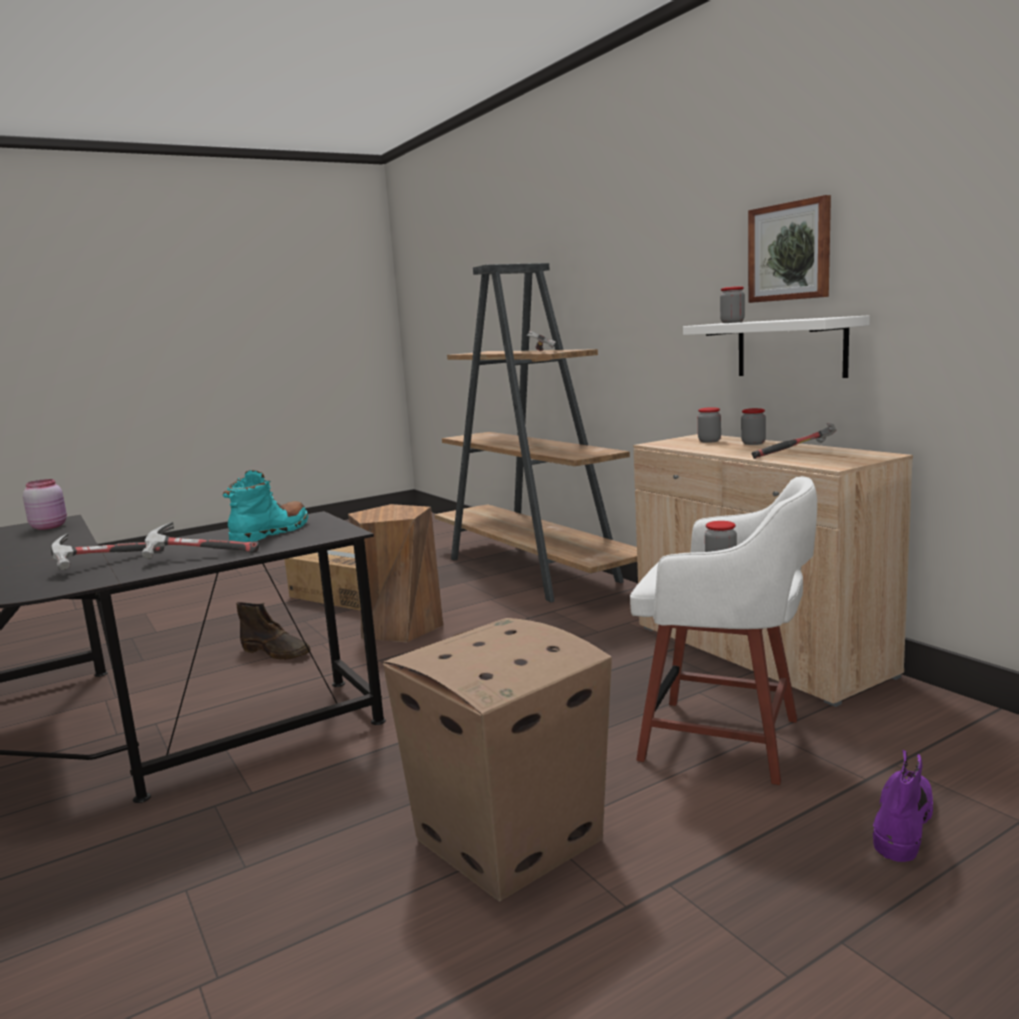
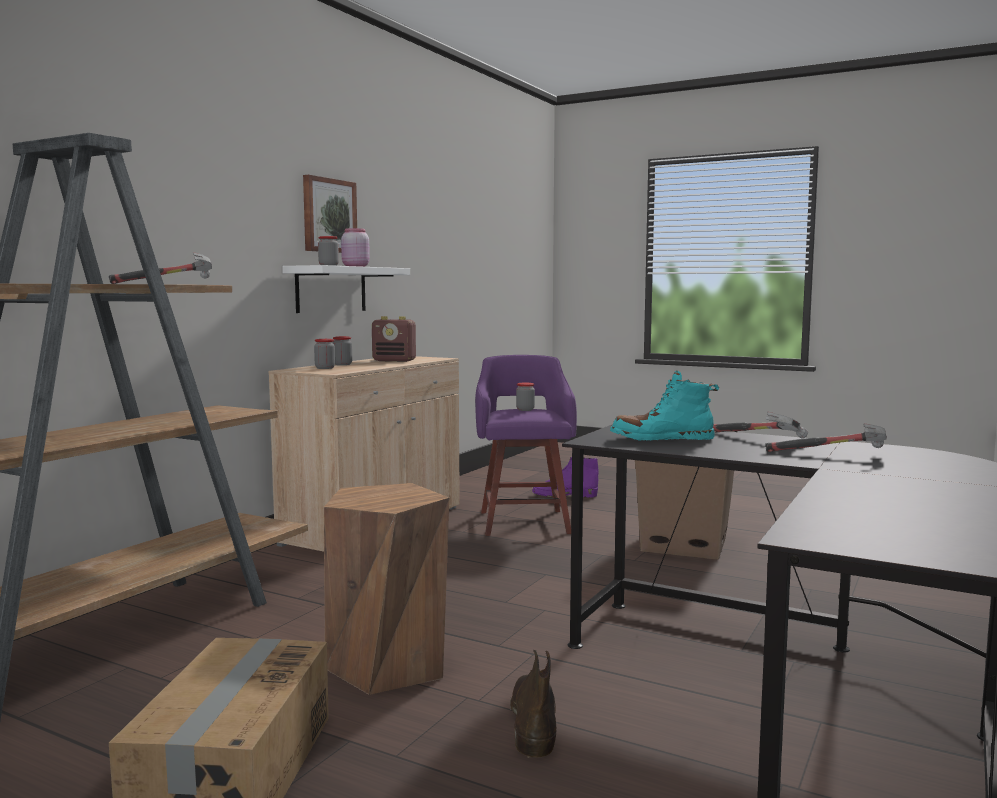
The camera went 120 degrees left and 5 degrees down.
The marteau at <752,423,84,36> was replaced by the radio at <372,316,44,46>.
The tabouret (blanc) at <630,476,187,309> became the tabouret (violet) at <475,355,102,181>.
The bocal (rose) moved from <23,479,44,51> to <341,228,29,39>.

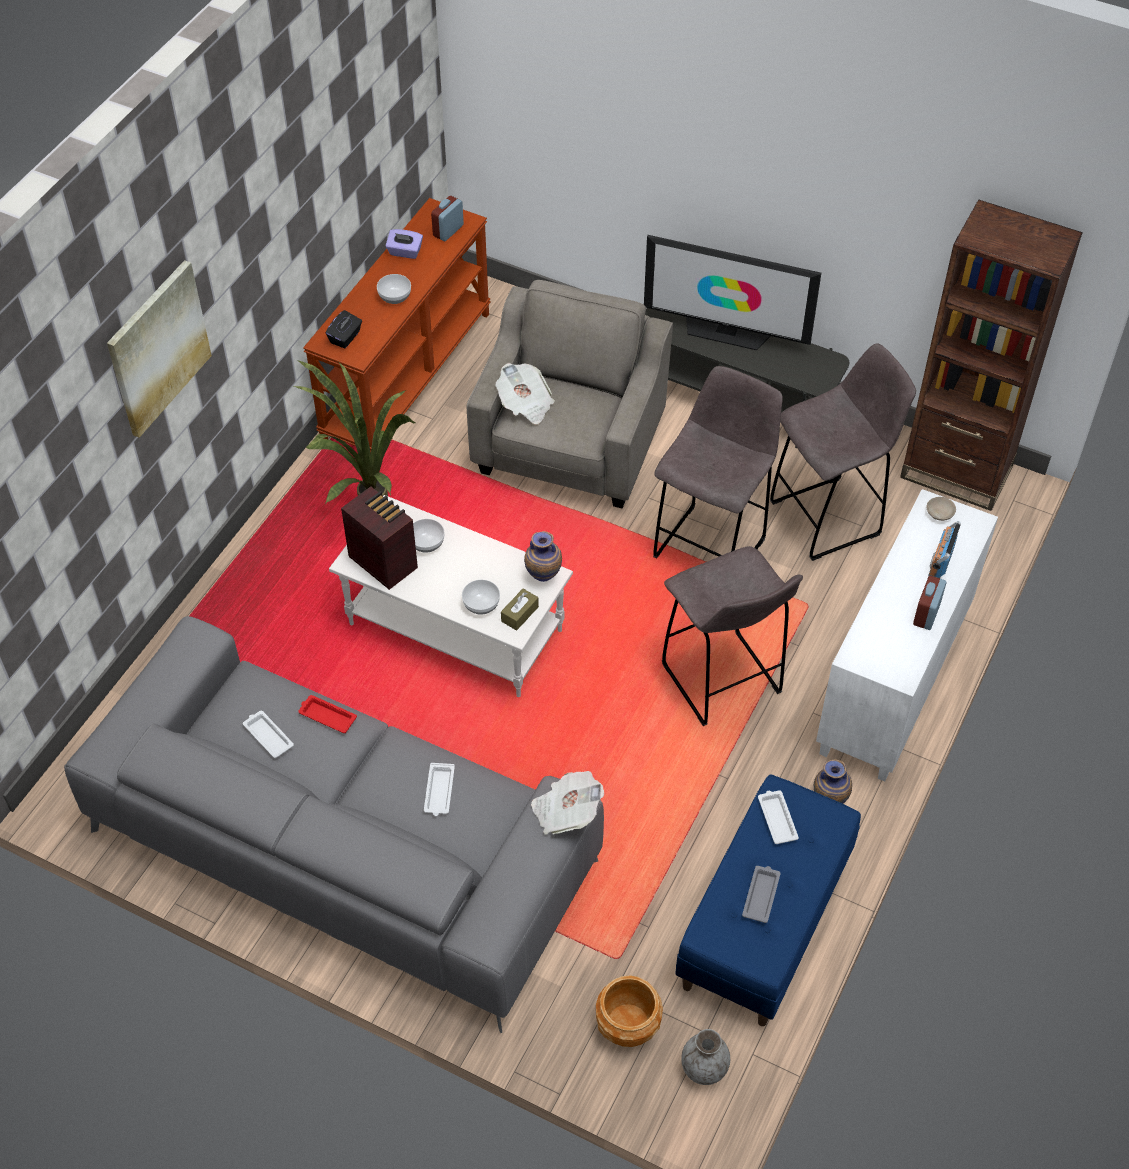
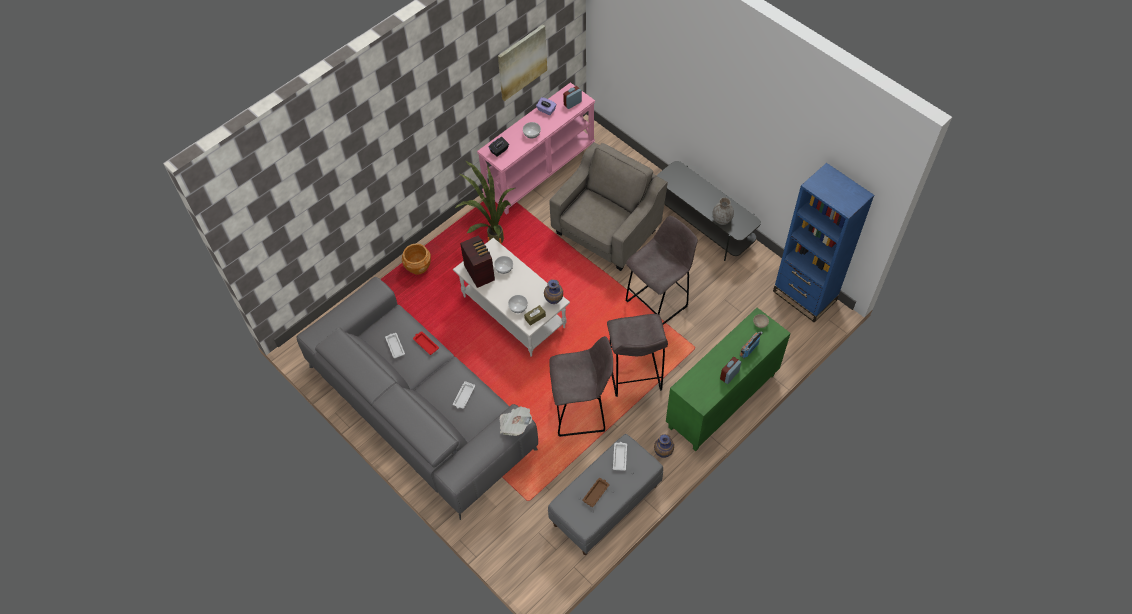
The camera went 20 degrees right and 5 degrees up.
The table console (marron) at <303,198,188,254> became the table console (rose) at <477,82,118,133>.
The bibliothèque (marron) at <900,199,183,312> became the bibliothèque (bleu) at <773,163,101,159>.
The téléviseur at <644,235,177,115> disappeared.
The tableau moved from <107,260,105,178> to <498,24,49,77>.
The tabouret (gris) moved from <770,343,146,218> to <549,336,64,101>.
The journal at <496,363,59,61> disappeared.
The meuble de rangement (blanc) at <816,489,182,292> became the meuble de rangement (vert) at <666,308,125,143>.
The banc (bleu) at <675,774,186,252> became the banc (gris) at <548,434,115,121>.
The plateau (gris) at <742,866,38,57> became the plateau (marron) at <582,478,27,29>.
The cache-pot (marron) moved from <596,975,67,72> to <402,244,29,31>.
The vase (gris) moved from <681,1029,49,56> to <712,197,22,28>.

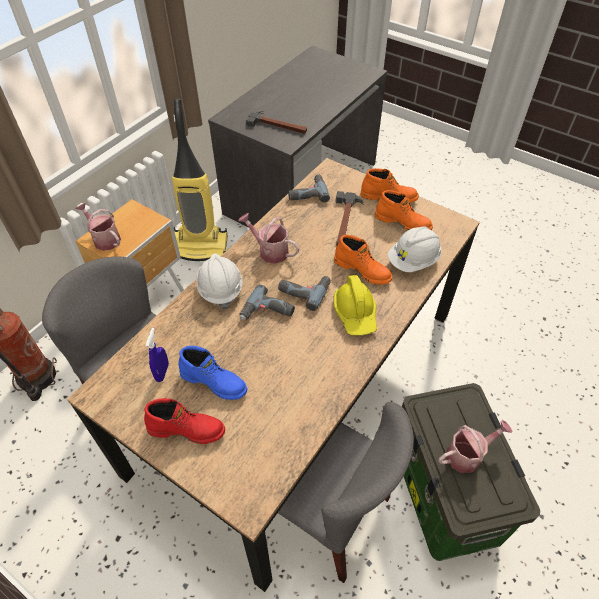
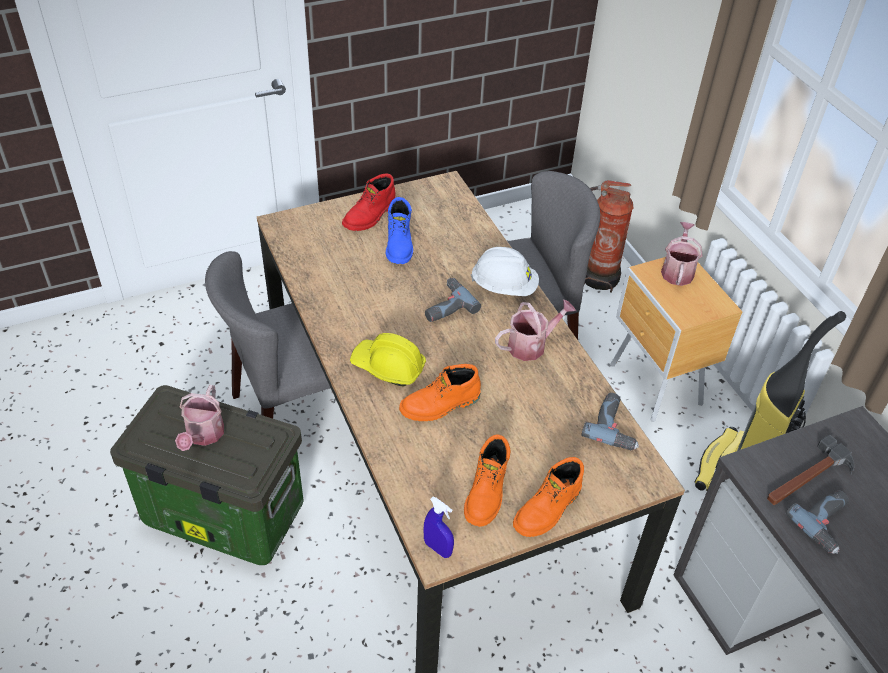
The camera went 120 degrees right and 5 degrees down.
The botte (orange) at <375,190,58,40> turned 45 degrees counterclockwise.
The marteau at <336,191,28,54> disappeared.
The arrosoir at <75,203,46,48> turned 60 degrees counterclockwise.
The casque de chantier (blanc) at <388,227,54,45> disappeared.
The perceuse moved from <278,276,53,35> to <786,491,63,63>.
The vaporisateur (bleu) moved from <145,328,24,54> to <423,497,31,61>.
The botte (bleu) at <179,346,68,54> turned 60 degrees counterclockwise.

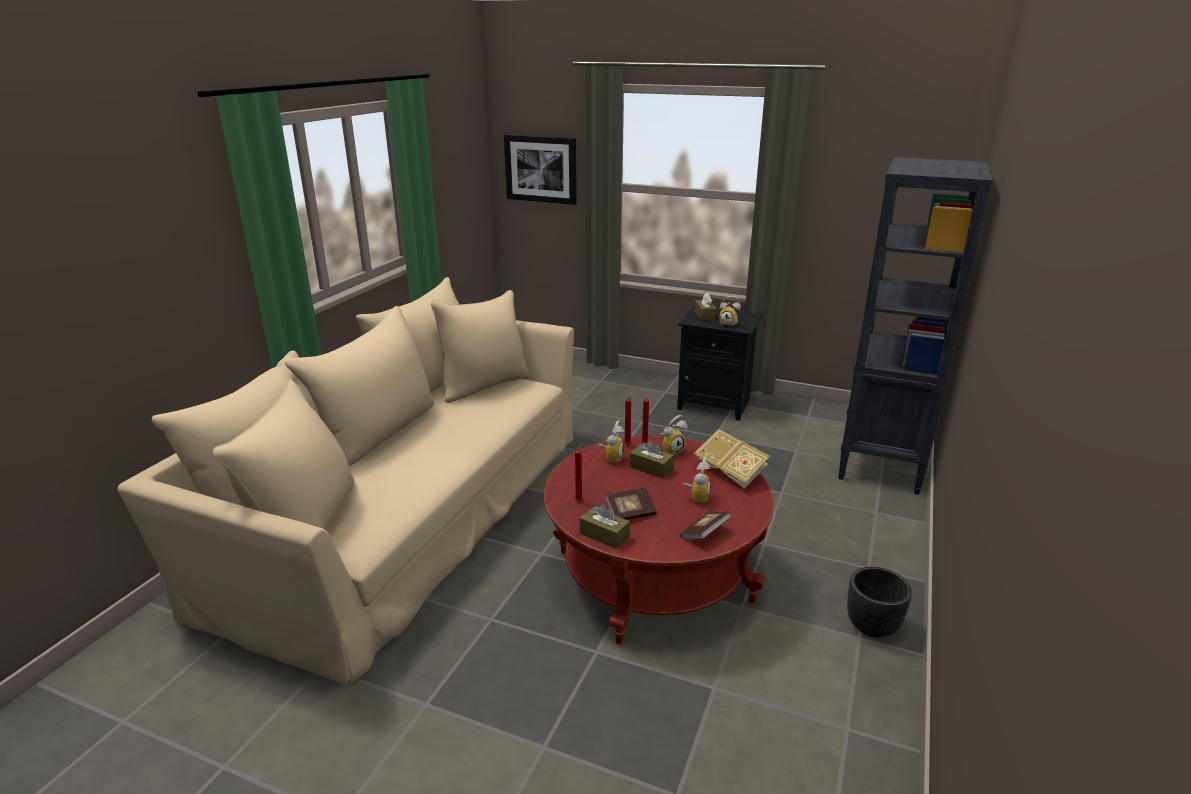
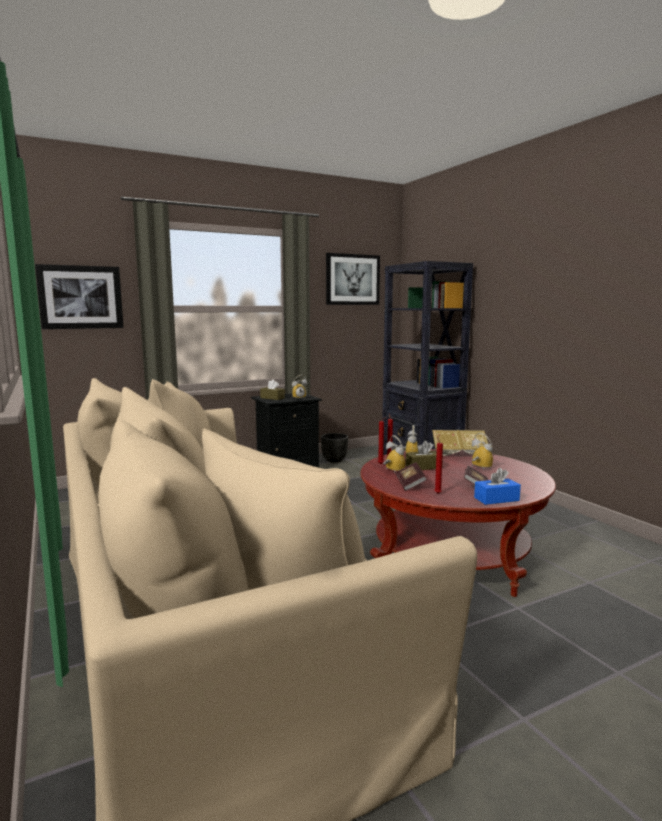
The camera went 50 degrees left and 15 degrees down.
The boîte à mouchoirs (marron) at <580,504,50,45> became the boîte à mouchoirs (bleu) at <474,468,47,37>.
The livre moved from <680,511,52,29> to <396,462,31,29>.
The cache-pot (noir) moved from <847,566,65,72> to <321,433,27,30>.
The tableau at <326,253,54,52> appeared.

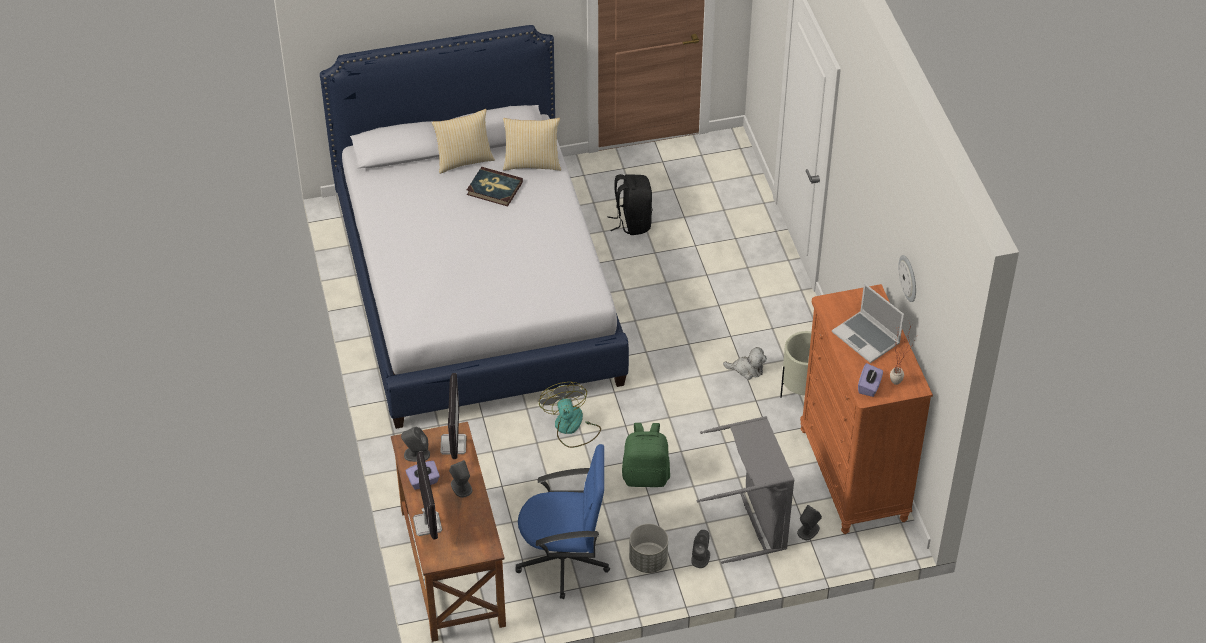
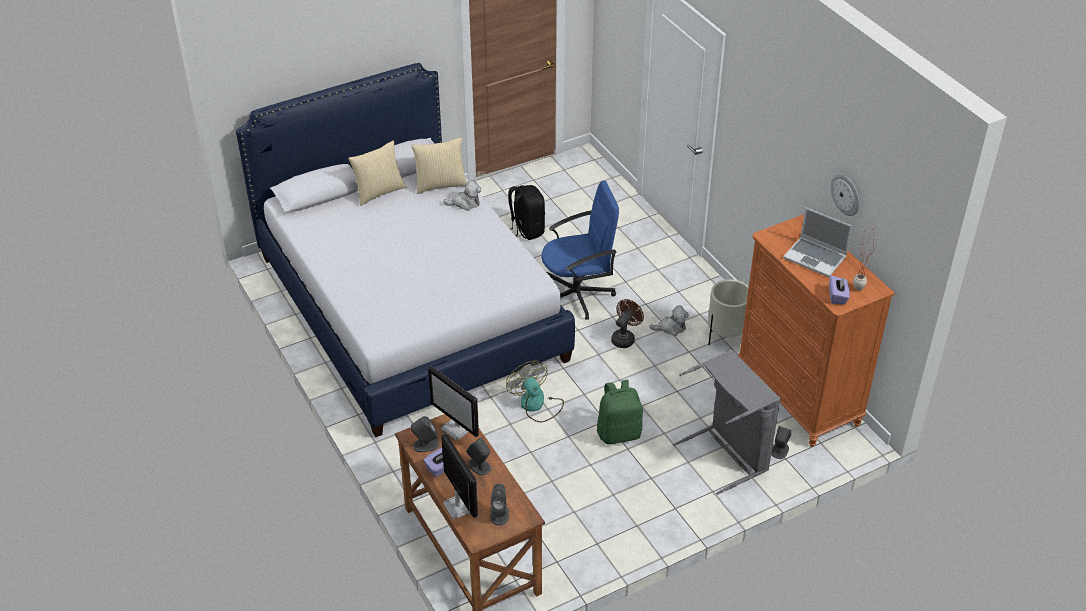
The camera went 15 degrees left and 5 degrees down.
The livre at <467,167,56,40> disappeared.
The écran d'ordinateur at <440,373,27,86> turned 150 degrees clockwise.
The chaise de bureau (bleu) moved from <515,444,95,155> to <541,181,78,139>.
The cache-pot (gris) at <629,524,39,49> disappeared.
The enceinte (gris) moved from <691,530,19,38> to <490,484,19,41>.
The peluche at <443,180,39,31> appeared.
The ventilateur (marron) at <611,299,33,49> appeared.

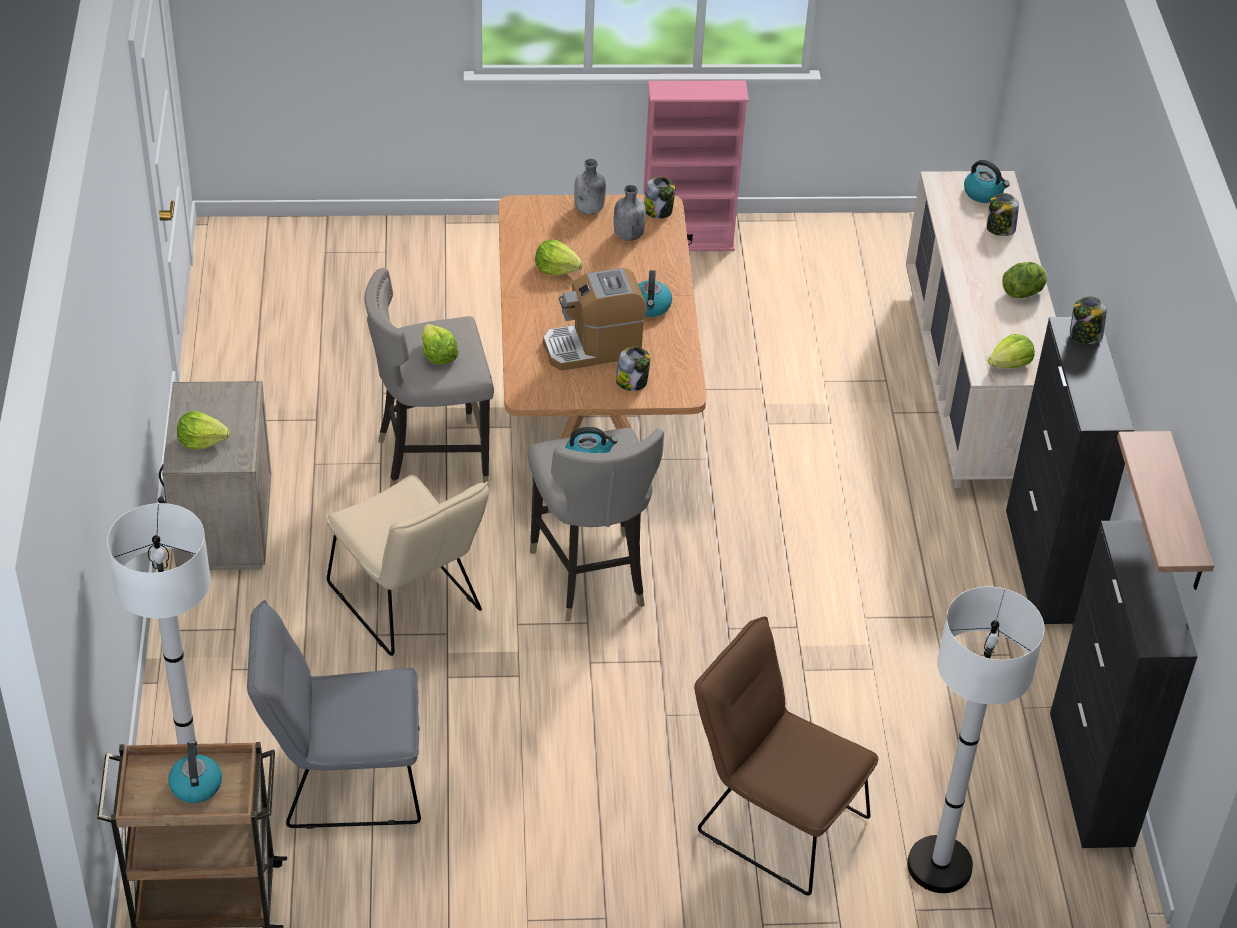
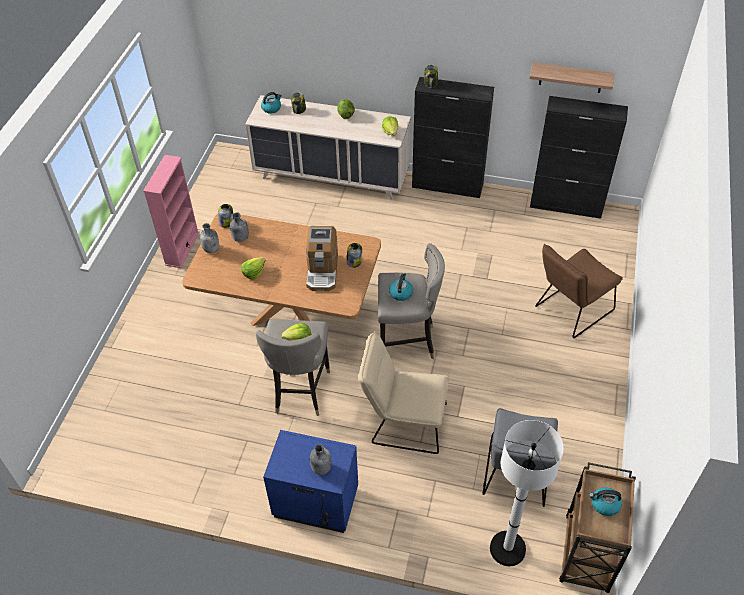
The camera went 70 degrees left and 5 degrees up.
The bouilloire at <638,270,34,47> disappeared.
The table de chevet (beige) at <158,381,113,189> became the table de chevet (bleu) at <263,430,95,103>.
The laitue at <177,411,53,38> was replaced by the bouteille (gris) at <310,444,22,31>.
The chaise (beige) at <325,475,164,181> turned 150 degrees counterclockwise.
The lampadaire (blanc) at <907,586,138,307> disappeared.

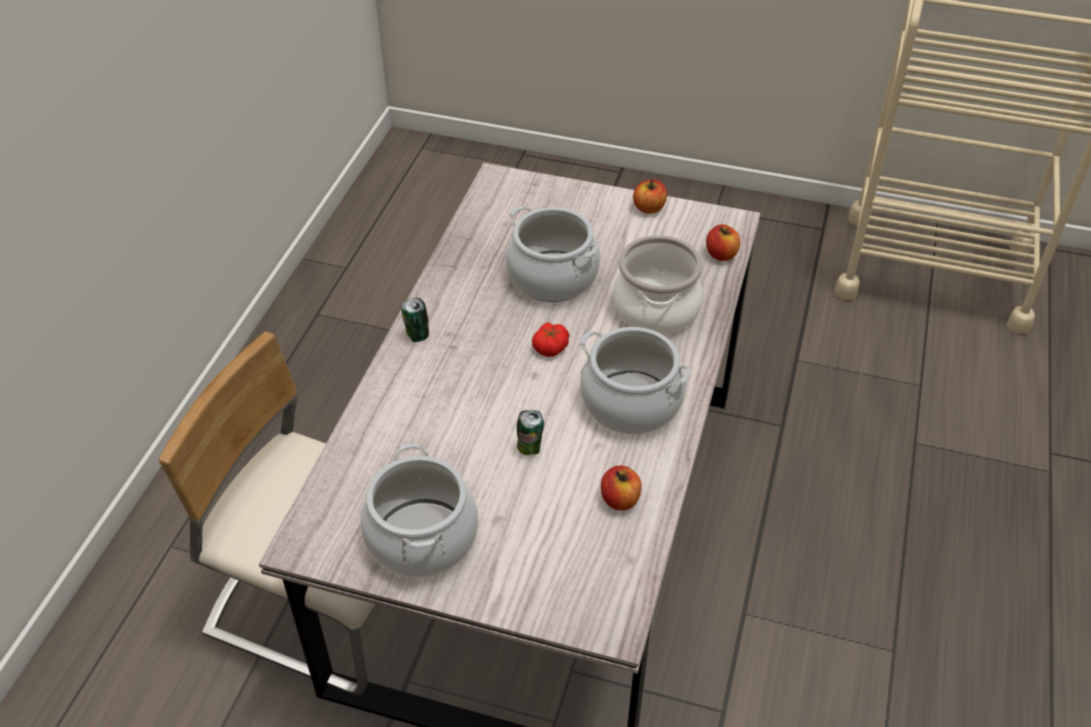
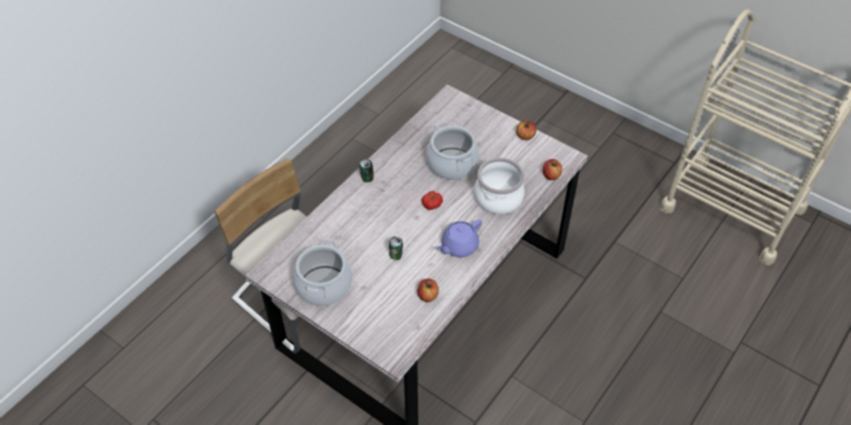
The camera went 20 degrees right and 5 degrees up.
The marmite at <580,327,111,107> was replaced by the théière (violet) at <436,220,46,37>.

